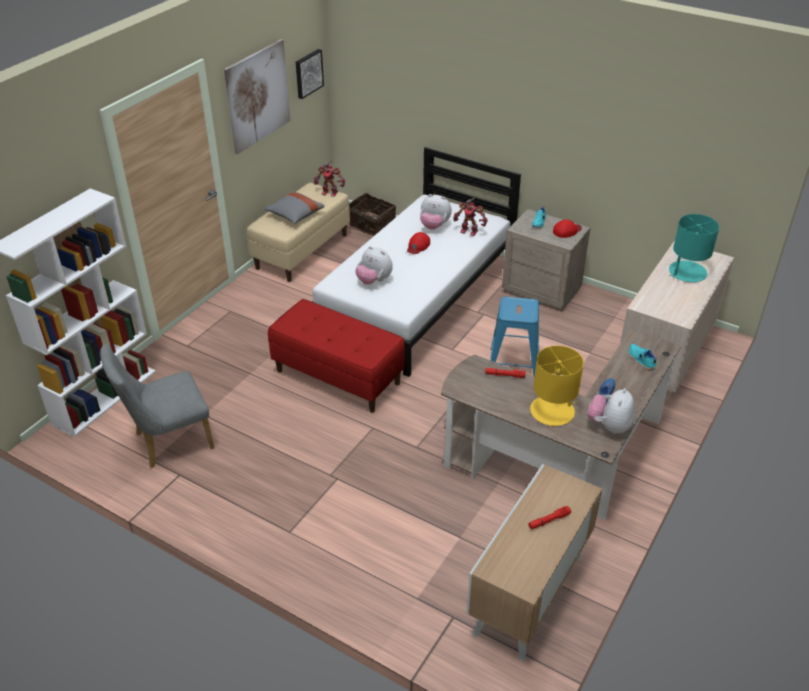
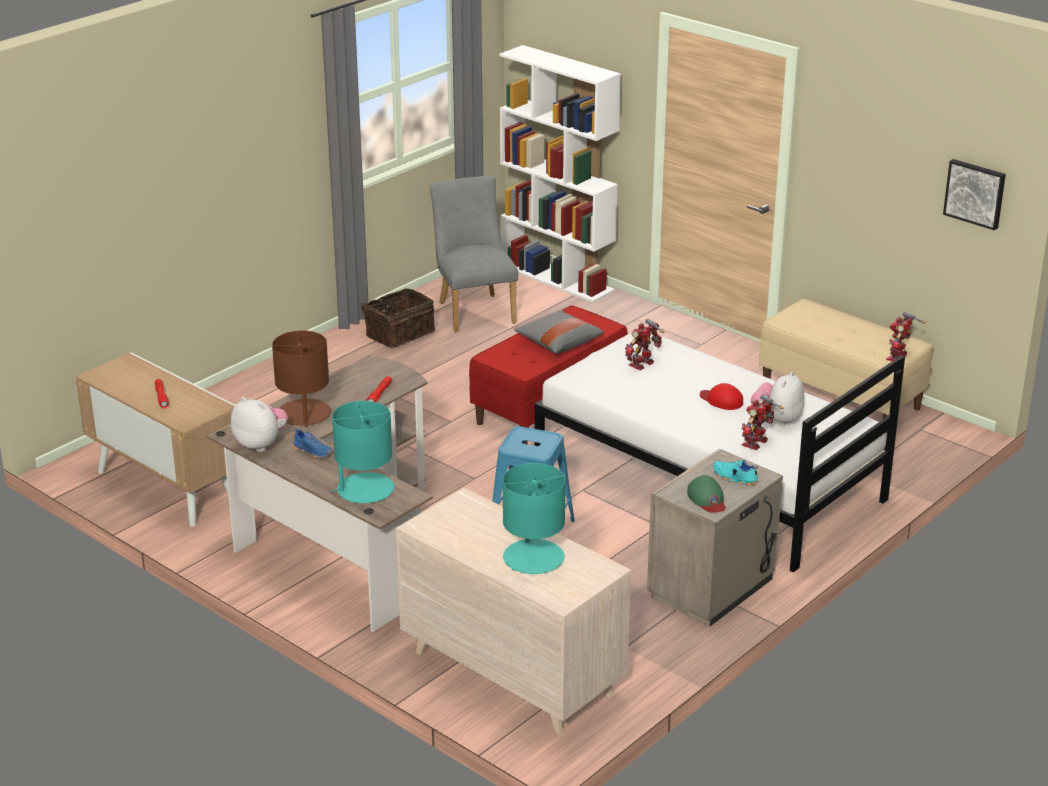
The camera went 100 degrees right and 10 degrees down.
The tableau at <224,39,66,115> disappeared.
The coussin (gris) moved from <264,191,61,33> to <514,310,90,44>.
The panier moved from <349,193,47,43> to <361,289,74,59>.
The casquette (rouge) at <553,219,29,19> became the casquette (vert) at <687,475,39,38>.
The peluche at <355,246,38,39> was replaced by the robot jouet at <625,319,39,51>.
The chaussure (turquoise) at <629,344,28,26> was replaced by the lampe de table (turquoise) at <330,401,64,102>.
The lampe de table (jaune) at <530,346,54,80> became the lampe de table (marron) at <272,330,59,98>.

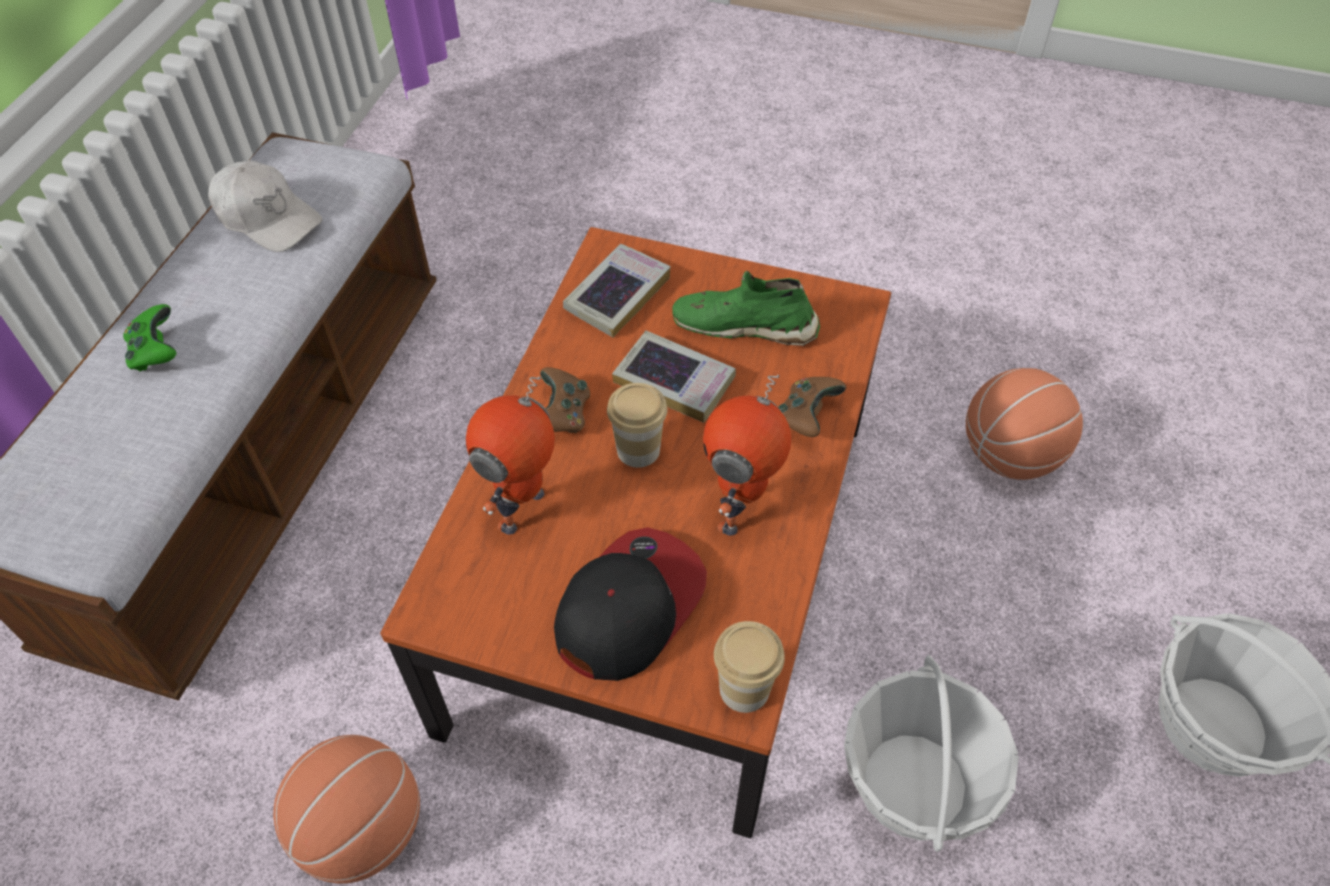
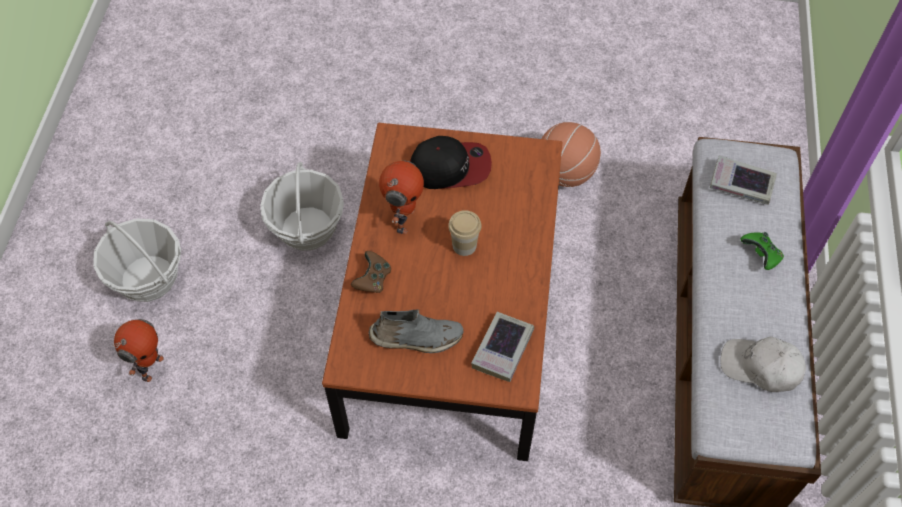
The camera went 170 degrees right and 5 degrees up.
The chaussure (vert) at <672,271,148,75> became the chaussure (gris) at <368,309,95,44>.
The livre moved from <612,330,124,93> to <710,155,67,50>.
The manette (marron) at <540,367,50,67> disappeared.
The ballon de basket at <966,368,117,112> disappeared.
The robot jouet moved from <466,377,89,158> to <113,319,51,63>.
The casquette at <554,527,153,154> turned 120 degrees counterclockwise.
The tasse at <714,621,71,92> disappeared.

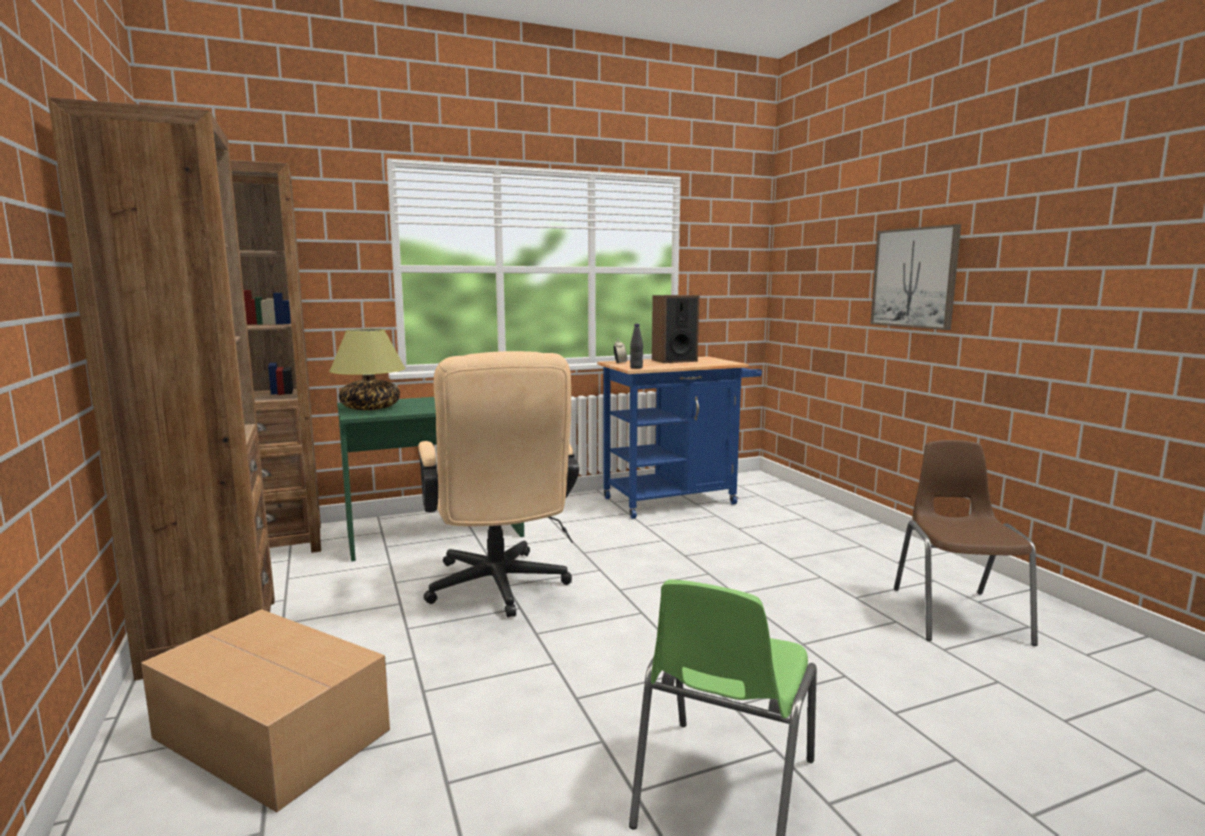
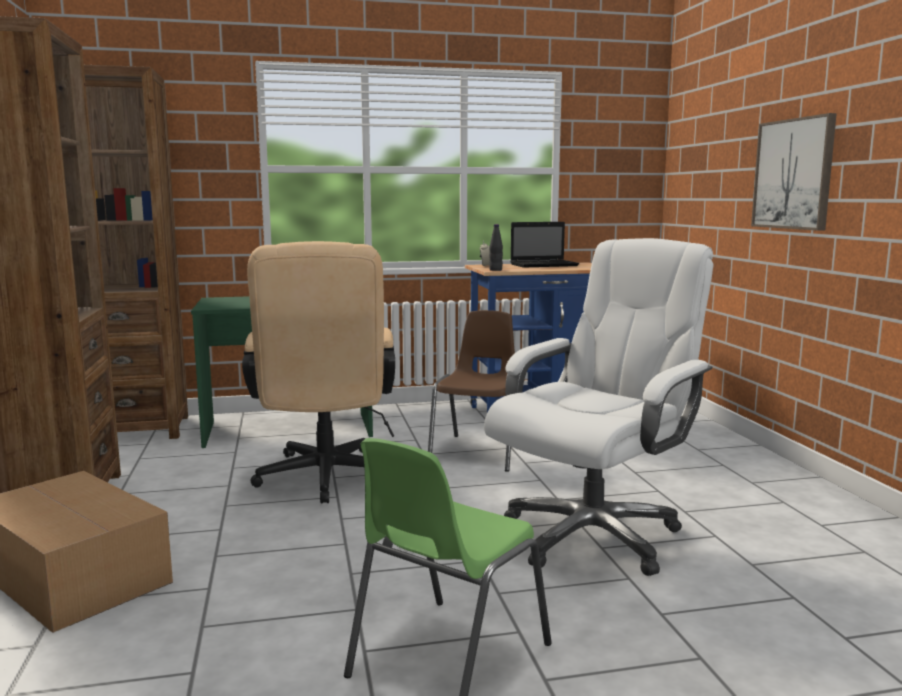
The camera went 10 degrees right and 0 degrees up.
The enceinte at <652,295,47,68> was replaced by the ordinateur portable at <510,222,69,46>.
The lampe de table at <329,329,77,81> disappeared.
The chaise (marron) moved from <894,440,144,206> to <428,310,87,162>.
The chaise de bureau (blanc) at <484,238,230,338> appeared.

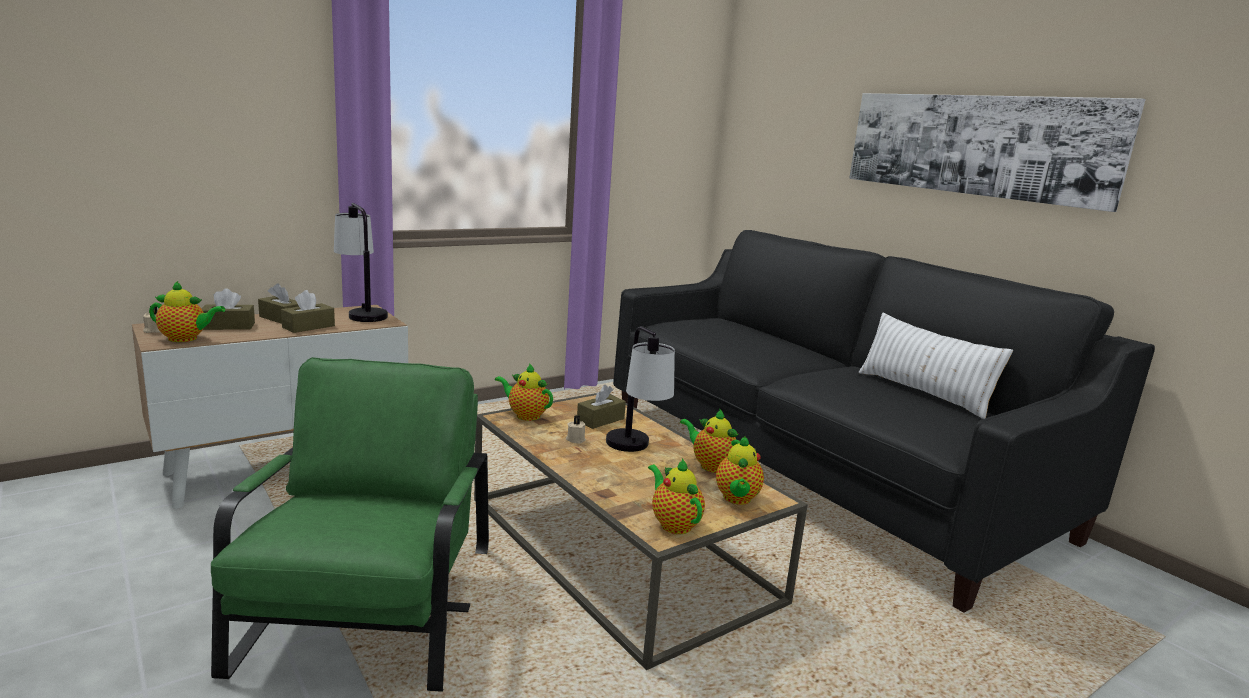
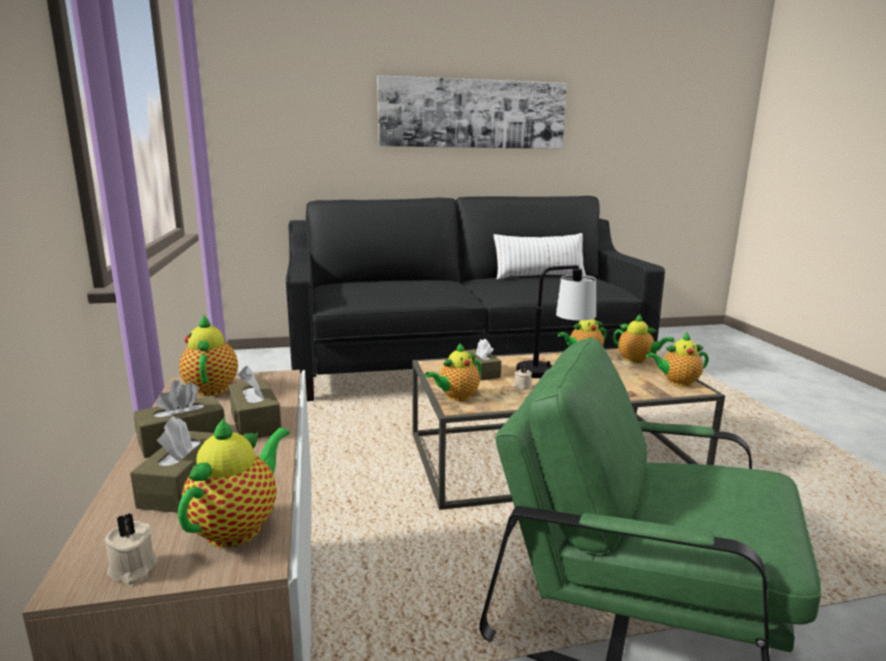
The camera went 65 degrees left and 0 degrees up.
The lampe de table at <334,203,54,119> was replaced by the théière at <179,314,59,82>.

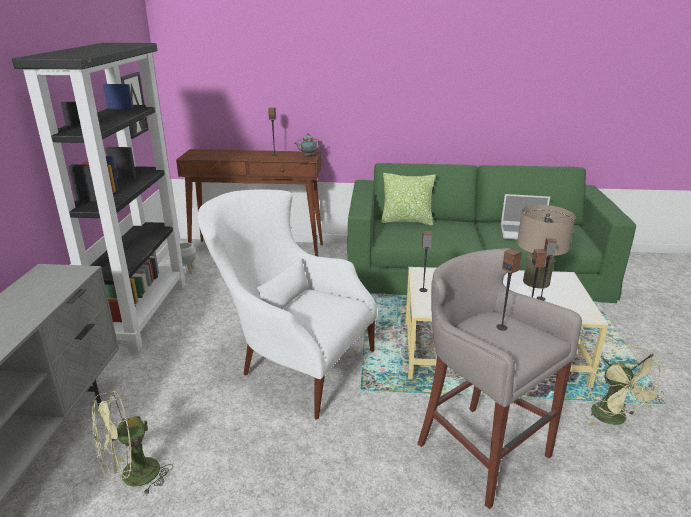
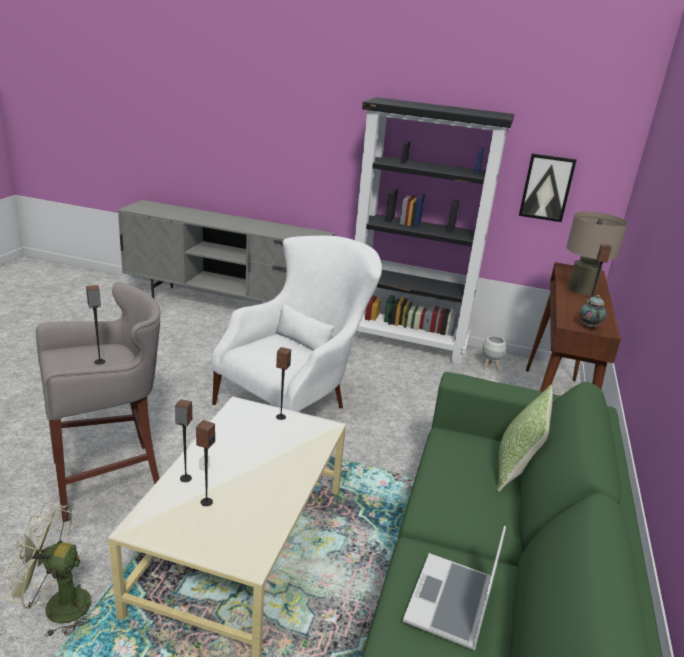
The camera went 100 degrees right and 0 degrees up.
The lampe de table (beige) moved from <517,205,59,83> to <566,211,62,84>.
The ventilateur (vert) at <92,391,81,105> disappeared.

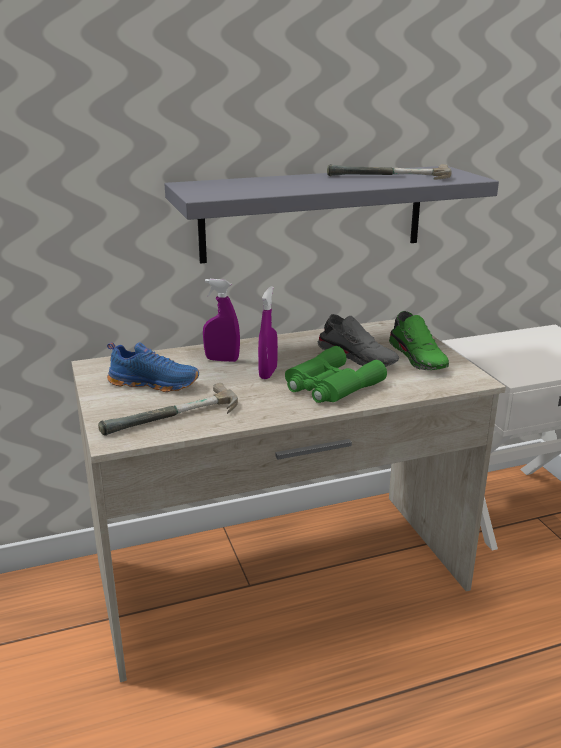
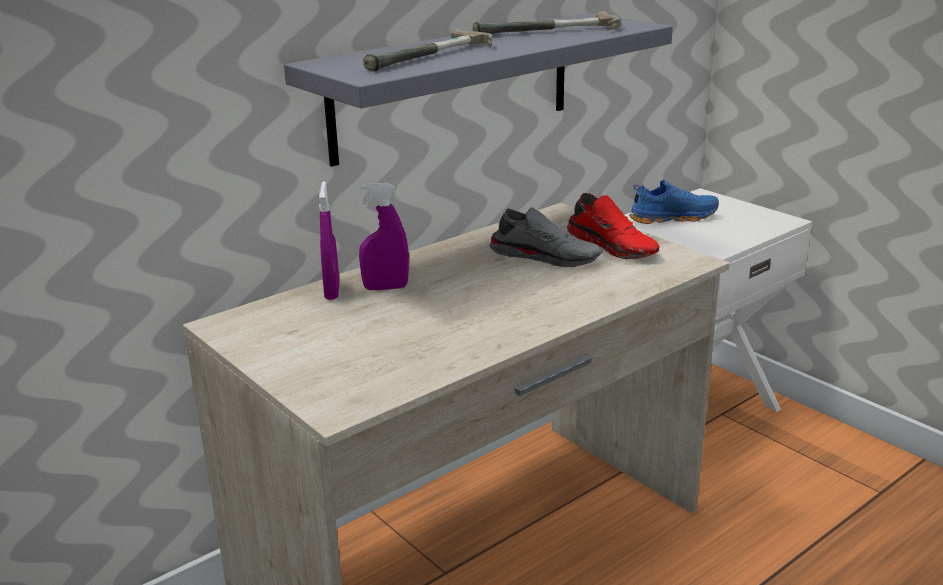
The camera went 20 degrees left and 0 degrees up.
The vaporisateur (violet) moved from <258,286,20,93> to <319,181,21,119>.
The chaussure (vert) at <389,311,60,59> became the chaussure (rouge) at <567,193,93,66>.
The chaussure (bleu) moved from <107,342,92,50> to <629,180,90,44>.
The jumelles (vert) at <285,346,102,57> disappeared.
The marteau moved from <98,383,140,53> to <363,29,129,42>.

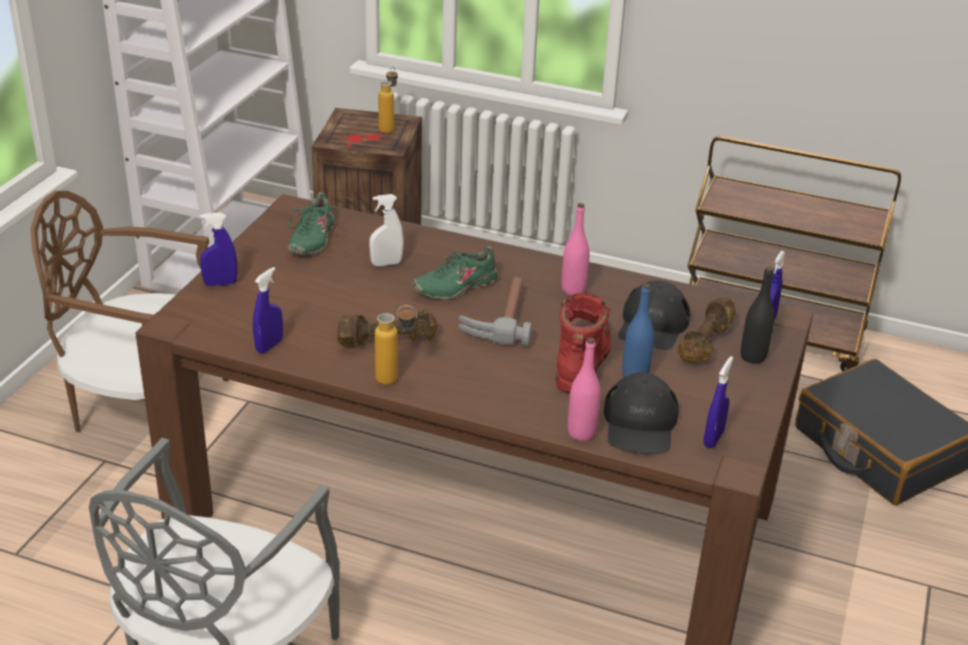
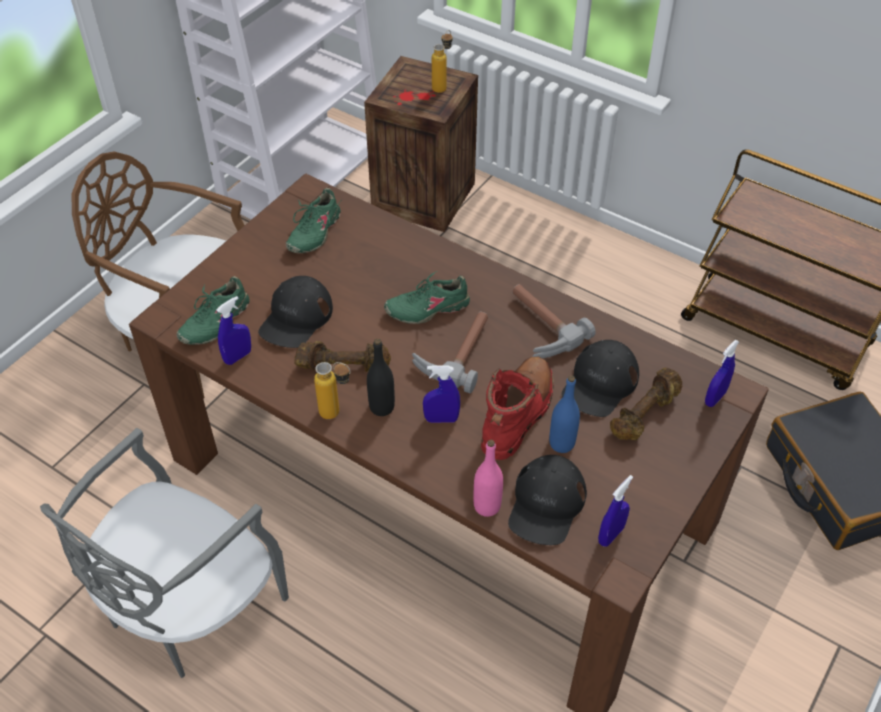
The camera went 15 degrees right and 15 degrees up.
The vaporisateur (blanc) at <369,194,35,72> disappeared.
The bouteille (rose) at <561,203,29,93> was replaced by the marteau at <512,284,84,74>.
The vaporisateur (bleu) moved from <200,213,37,73> to <423,365,37,58>.
The bouteille (noir) moved from <741,266,33,98> to <367,338,28,78>.
The chaussure (vert) at <176,276,74,69> appeared.
The casquette (noir) at <258,276,75,72> appeared.

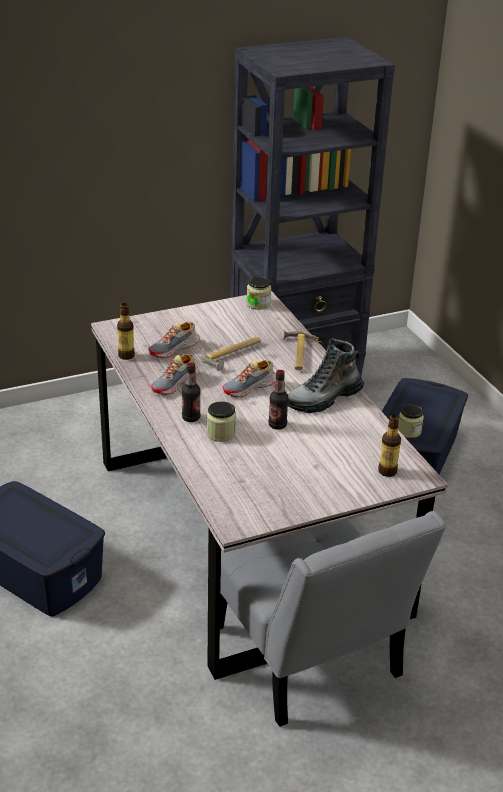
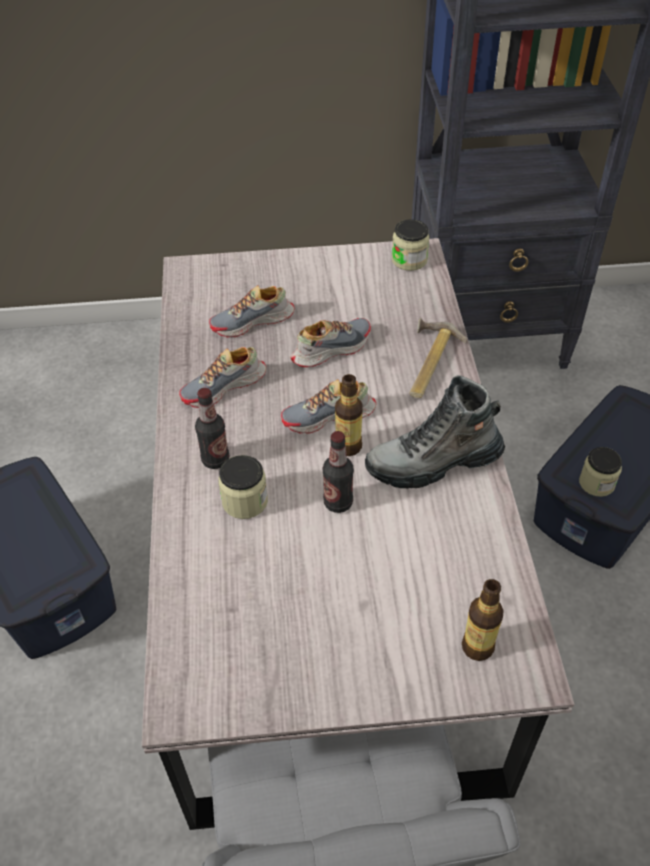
The camera went 20 degrees right and 15 degrees up.
The bouteille moved from <117,303,18,57> to <335,374,28,82>.
The marteau at <201,336,60,35> was replaced by the chaussure at <291,318,80,49>.

